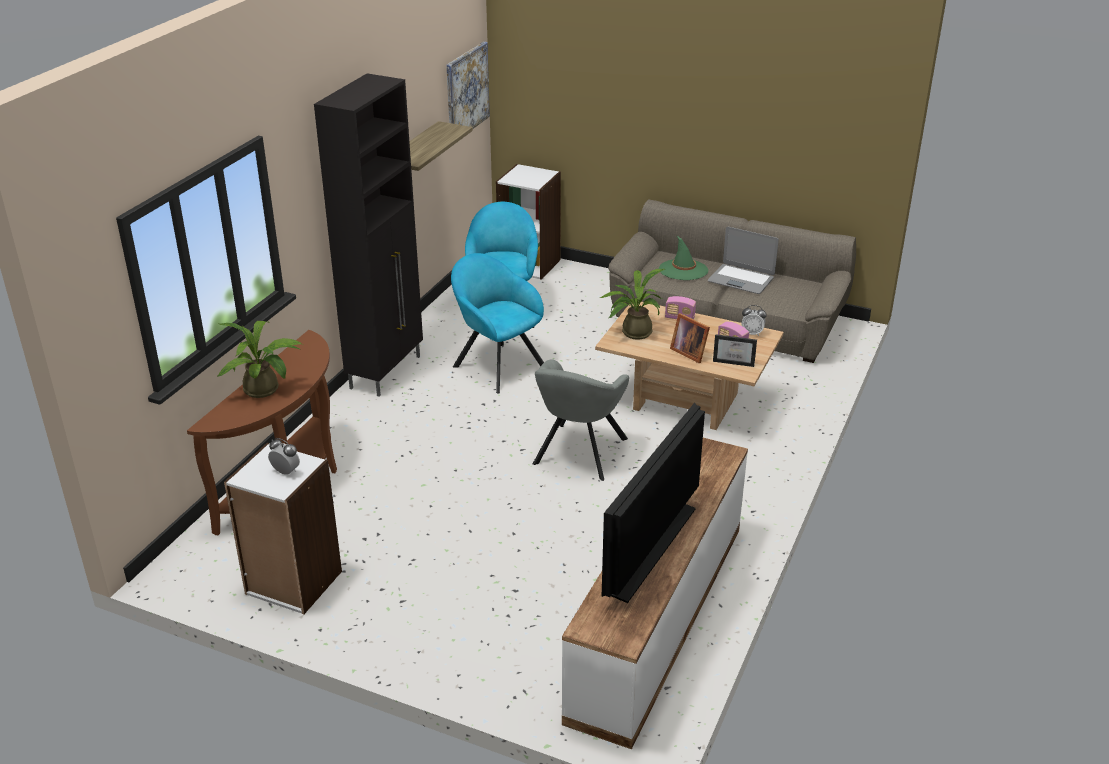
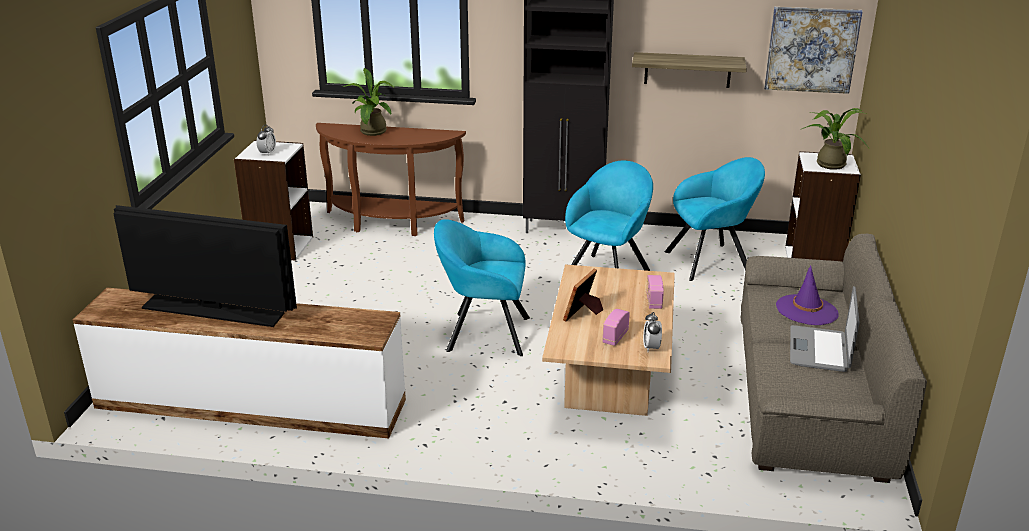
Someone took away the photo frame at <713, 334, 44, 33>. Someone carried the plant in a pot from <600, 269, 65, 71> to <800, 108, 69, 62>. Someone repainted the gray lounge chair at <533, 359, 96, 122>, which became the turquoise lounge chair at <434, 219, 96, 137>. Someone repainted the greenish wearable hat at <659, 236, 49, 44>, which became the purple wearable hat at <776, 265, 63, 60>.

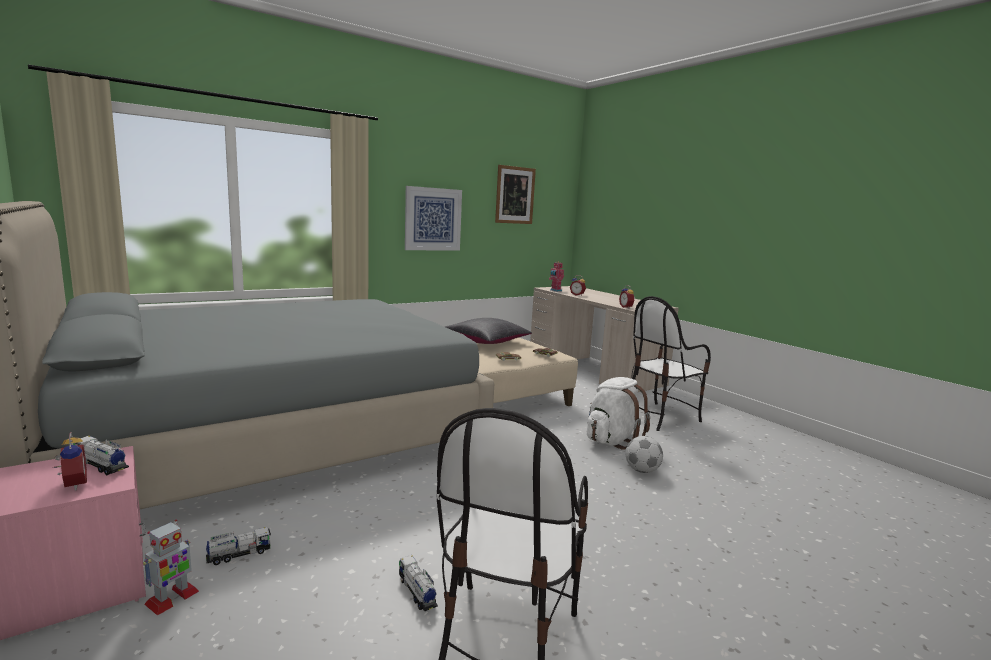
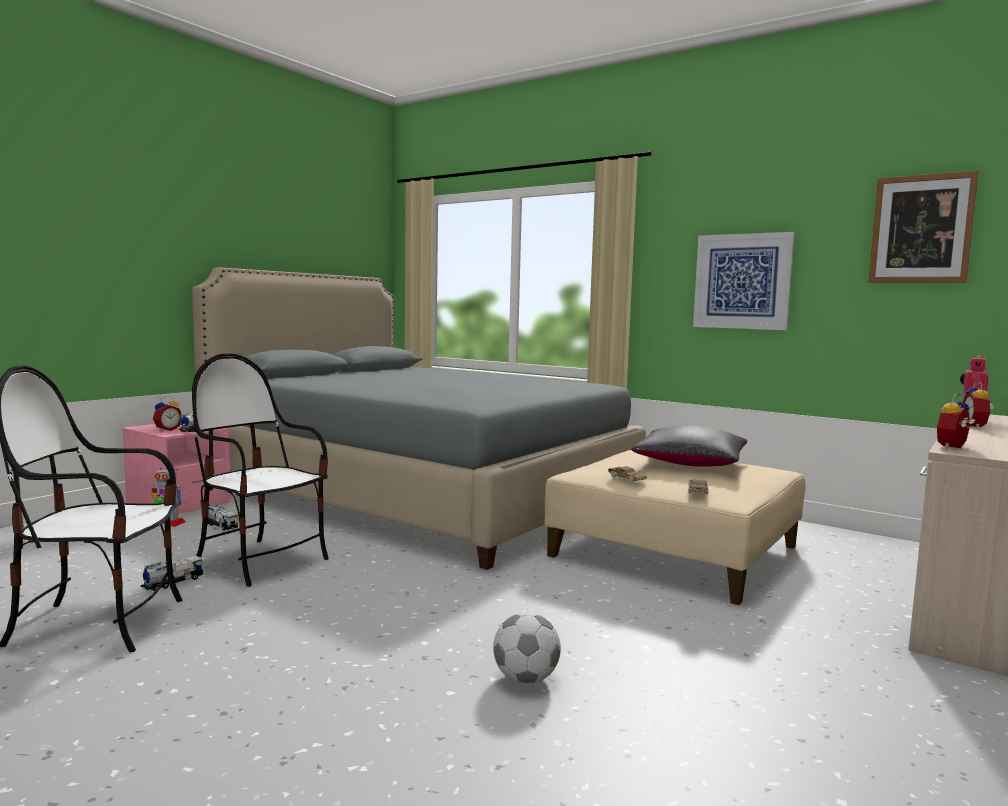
Someone took away the white backpack at <587, 377, 63, 73>. Someone carried the upright chair from <631, 296, 80, 135> to <192, 353, 137, 234>.

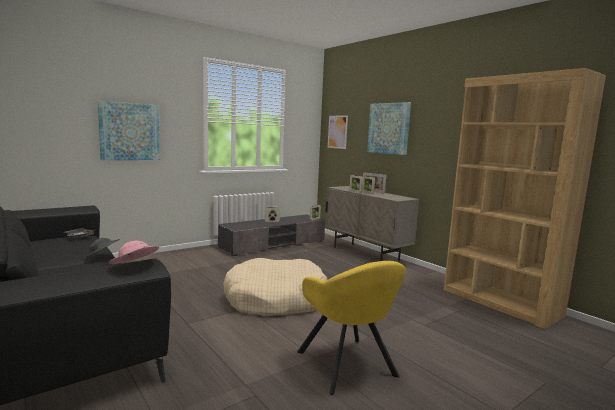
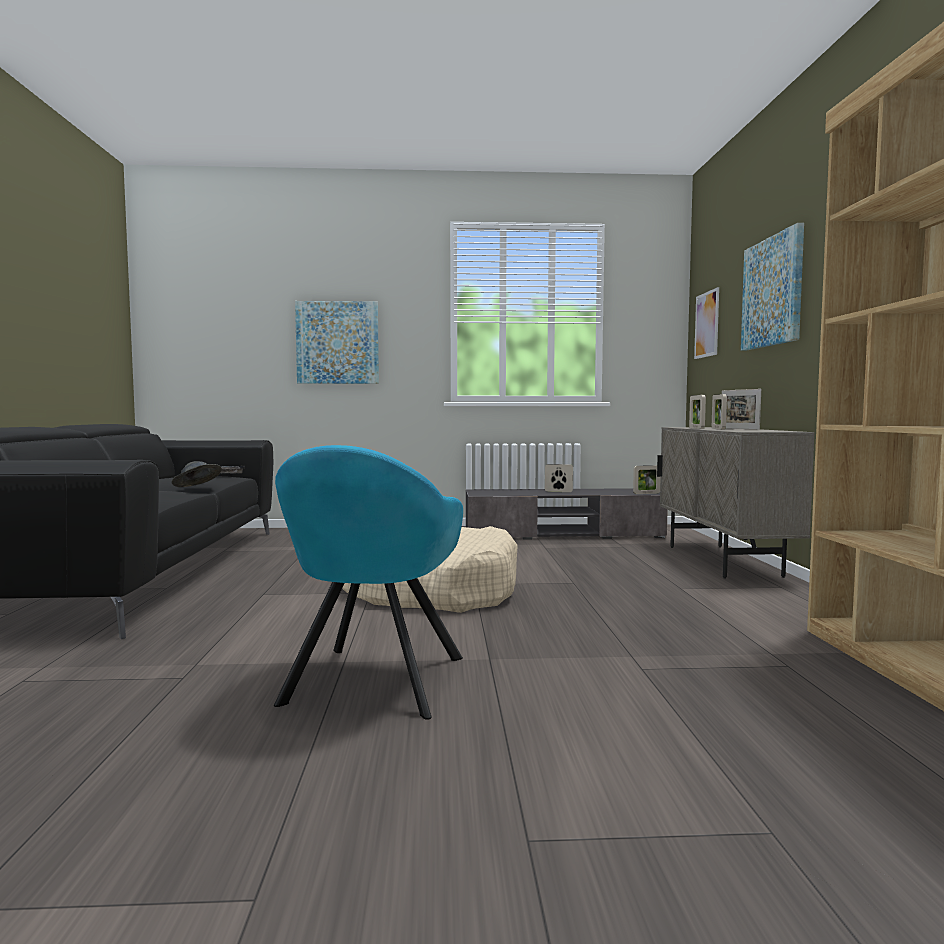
Someone took away the pinkish wearable hat at <109, 240, 50, 24>. Someone repainted the yellow lounge chair at <297, 261, 109, 134>, which became the turquoise lounge chair at <274, 445, 189, 275>.

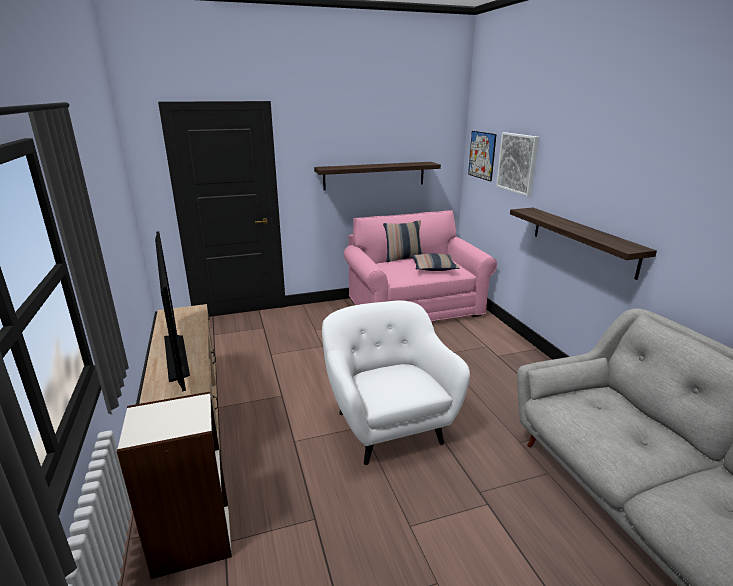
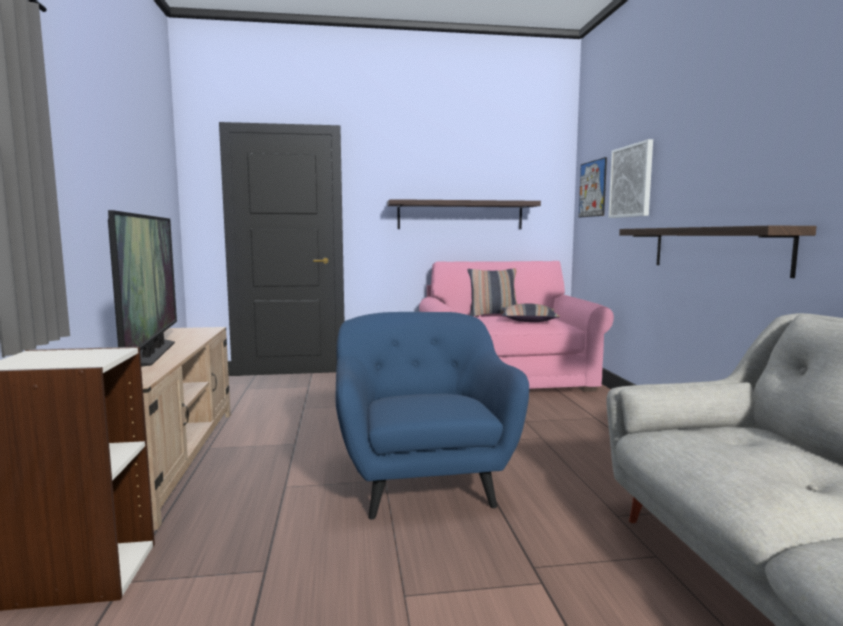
Someone repainted the white lounge chair at <322, 300, 148, 165>, which became the bluish lounge chair at <336, 312, 193, 207>.

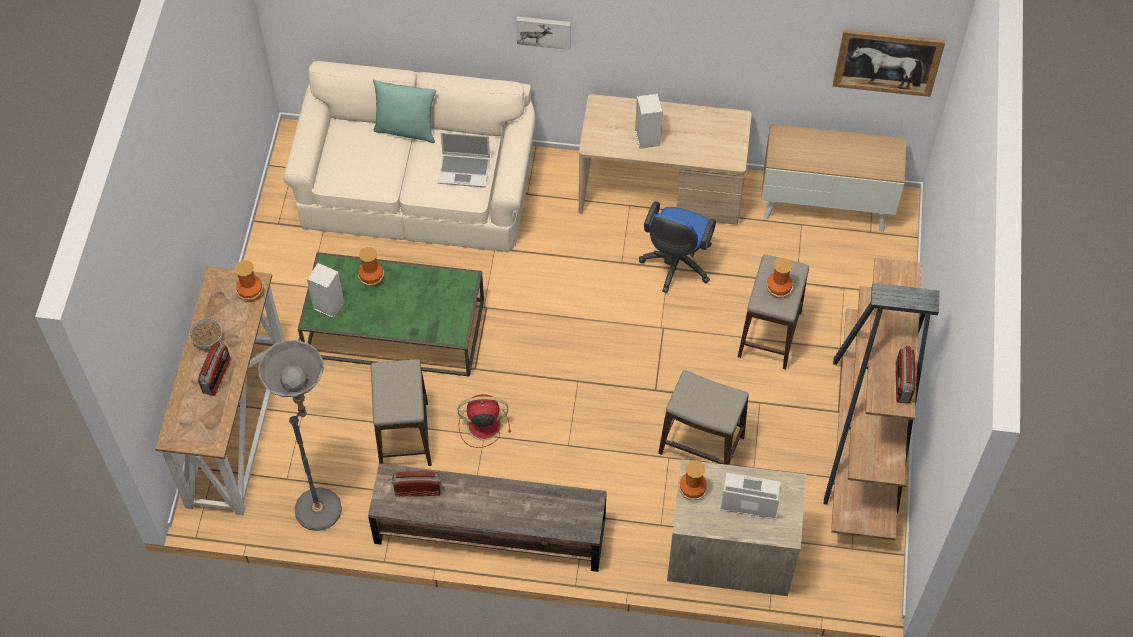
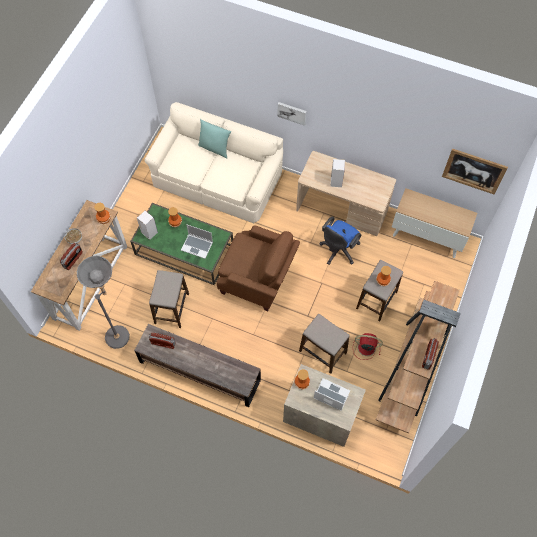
Someone put down the brown lounge chair at <217, 225, 83, 86>. Someone carried the laptop from <438, 132, 52, 56> to <181, 225, 32, 34>. Someone carried the red-coloured electric fan from <458, 394, 53, 54> to <353, 333, 30, 27>.

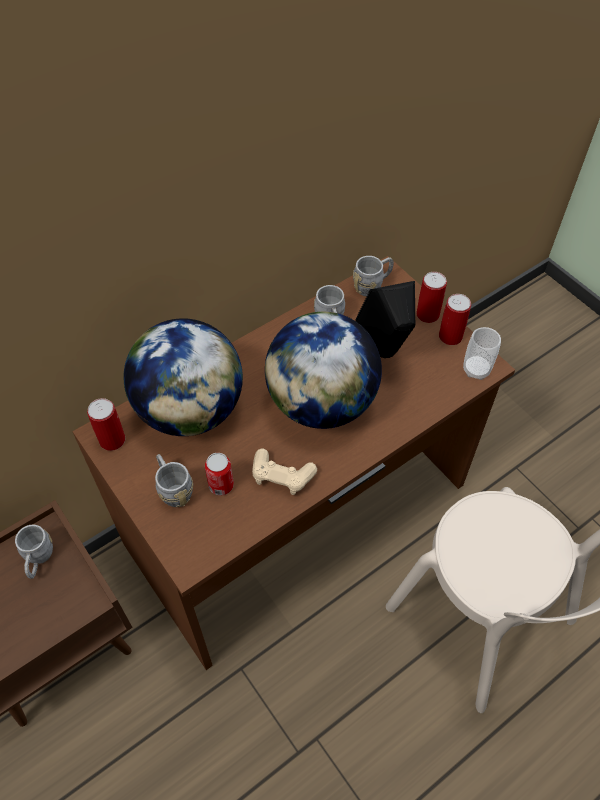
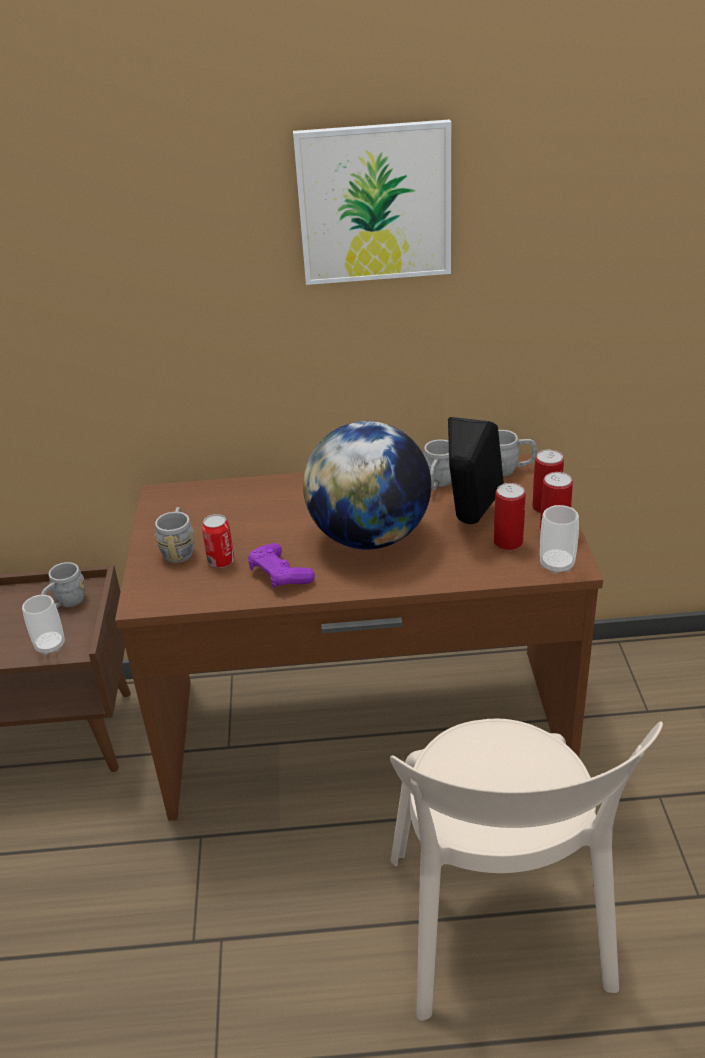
Someone took away the desk globe at <124, 318, 119, 118>. Someone put down the drinking cup at <22, 595, 43, 60>. Someone put up the wall picture at <293, 119, 158, 166>. Someone carried the can from <87, 398, 38, 53> to <494, 483, 31, 67>. Someone repainted the beige-coloured gamepad at <252, 449, 65, 46>, which became the purple gamepad at <248, 543, 67, 45>.

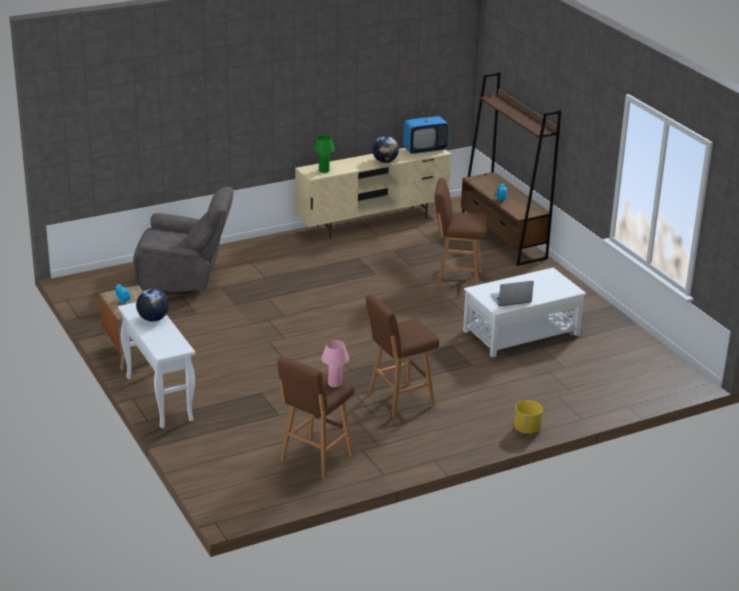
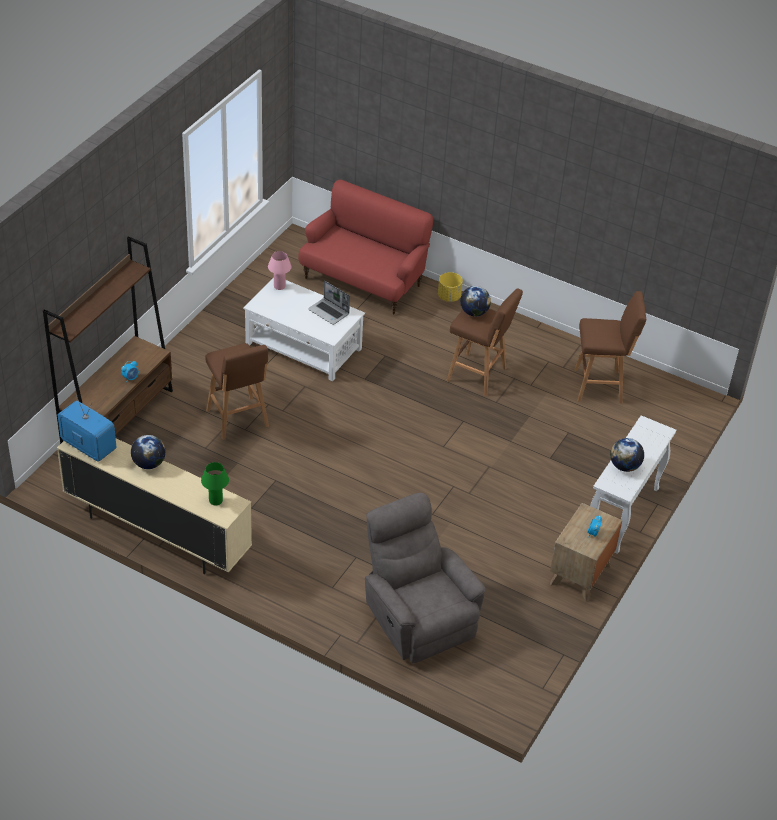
Someone put down the red-coloured settee at <298, 180, 135, 135>. Someone put down the desk globe at <460, 286, 31, 31>. Someone carried the pinkish lamp for a table from <321, 340, 28, 48> to <268, 251, 23, 39>.

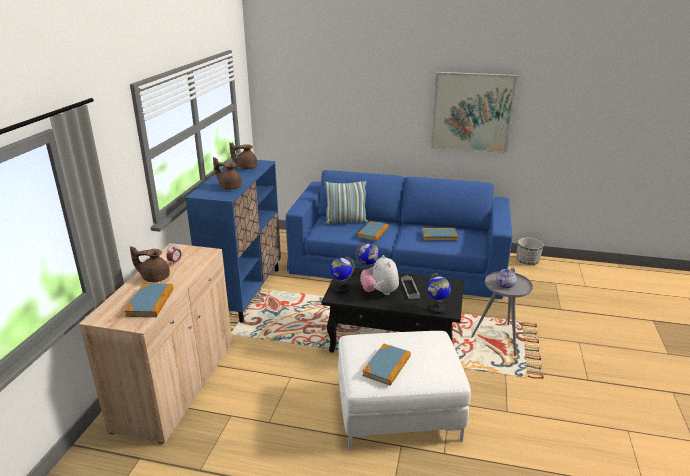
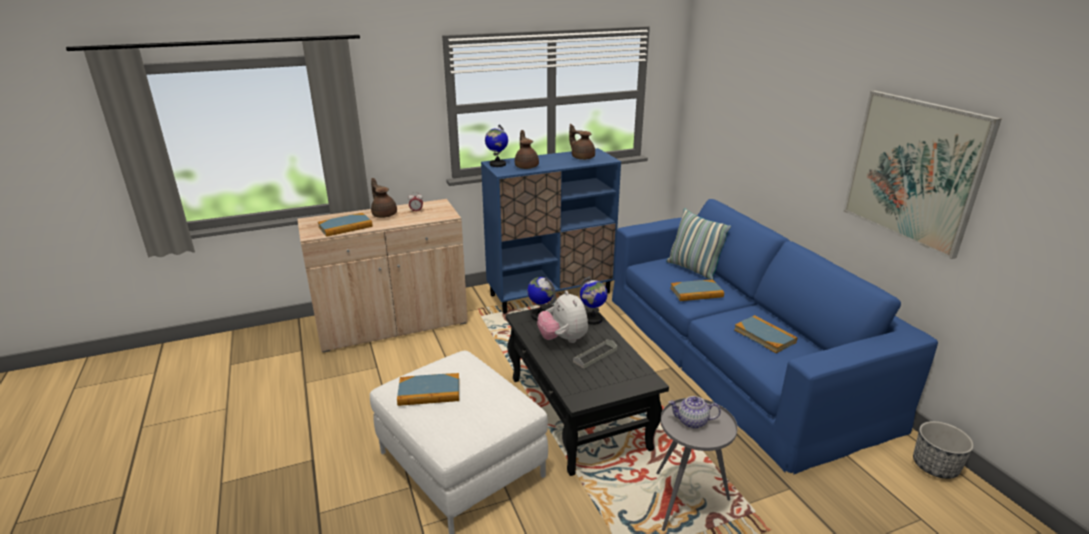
Someone carried the desk globe from <427, 273, 24, 41> to <485, 124, 23, 43>. Someone rotated the soft toy at <360, 255, 39, 40> by 60 degrees counterclockwise.

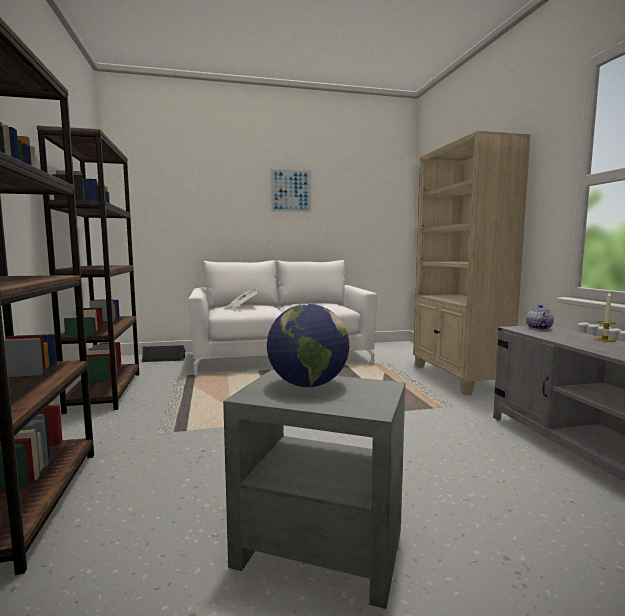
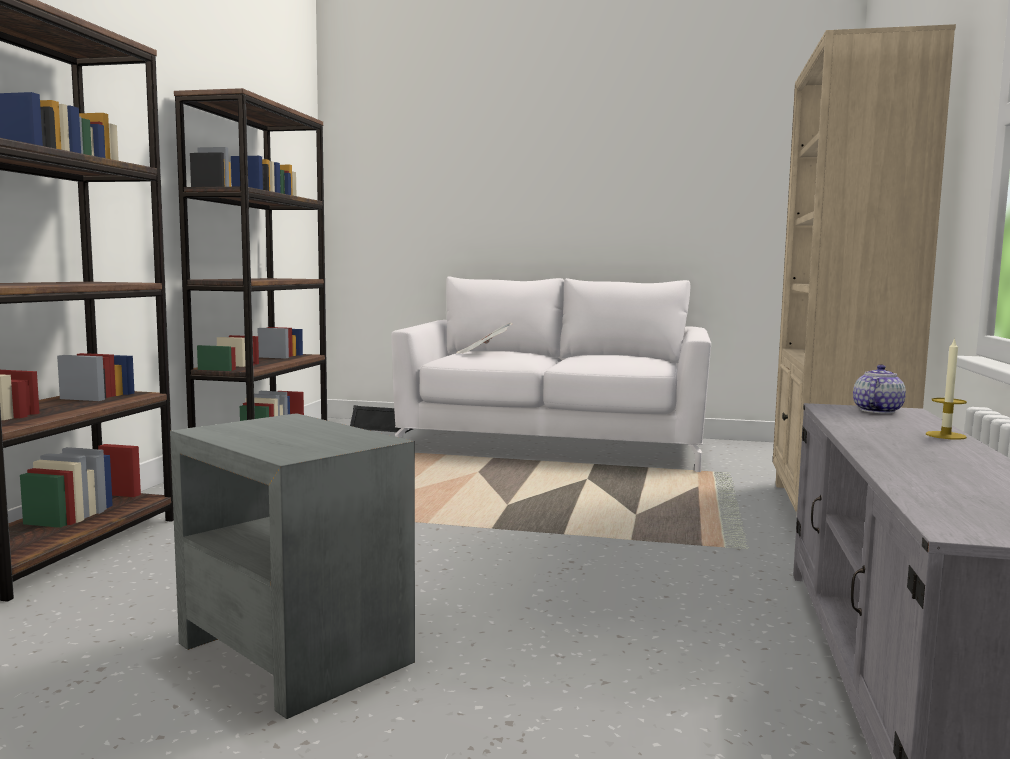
Someone took away the desk globe at <267, 304, 82, 83>. Someone took away the wall picture at <270, 169, 41, 44>.

